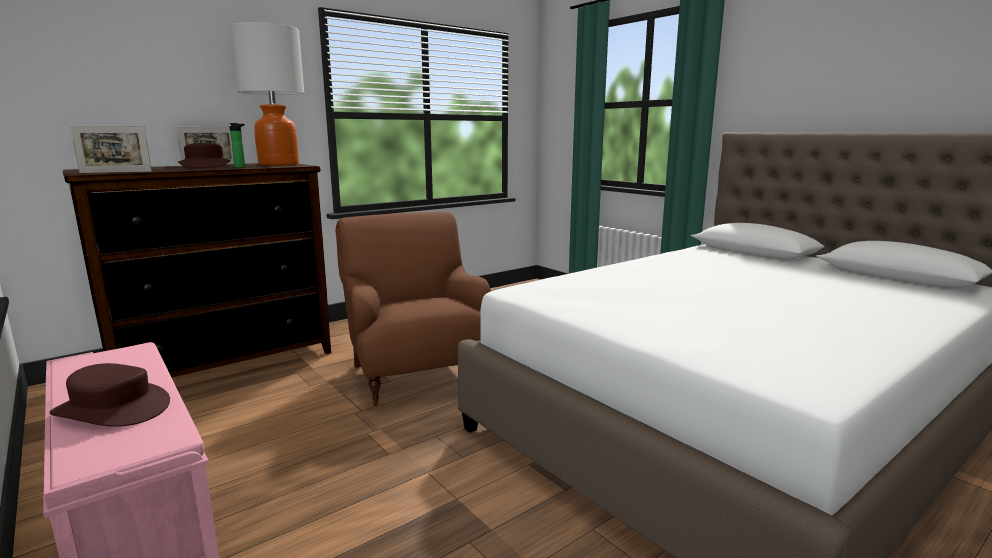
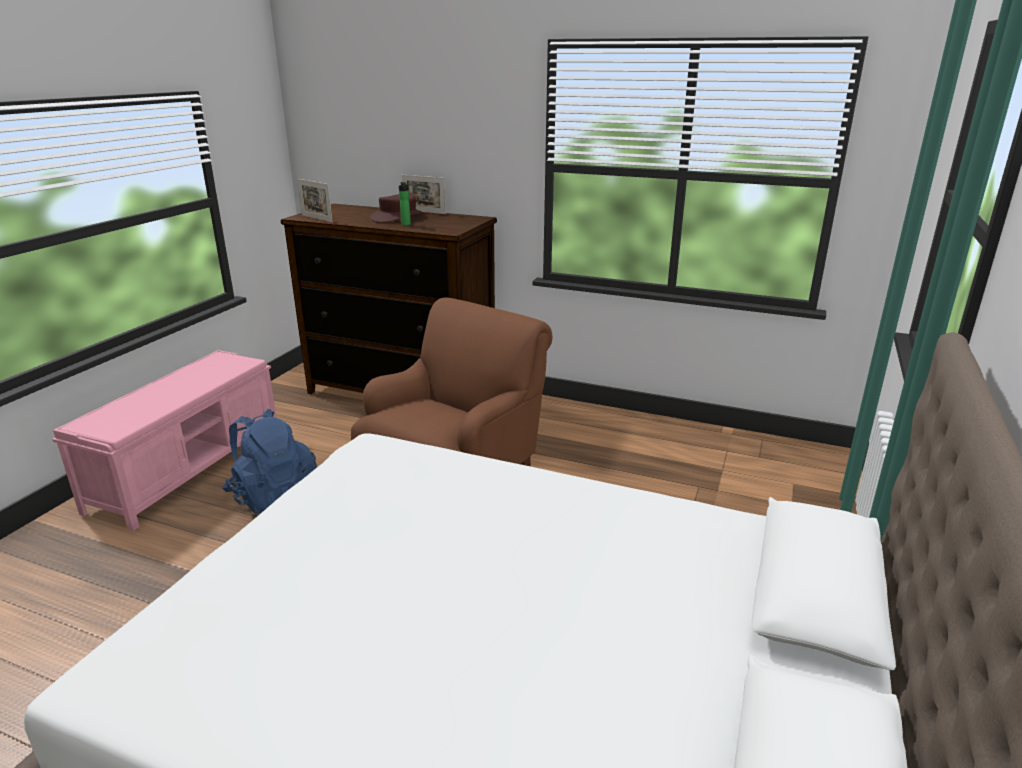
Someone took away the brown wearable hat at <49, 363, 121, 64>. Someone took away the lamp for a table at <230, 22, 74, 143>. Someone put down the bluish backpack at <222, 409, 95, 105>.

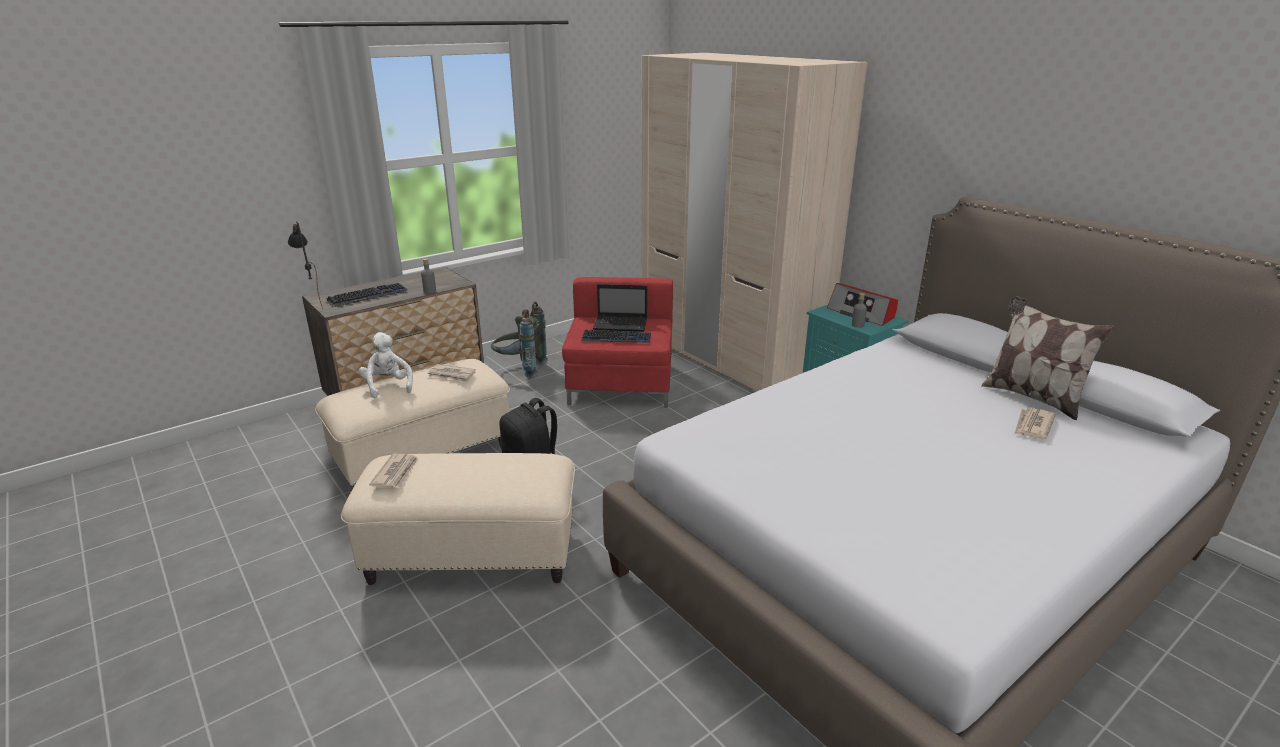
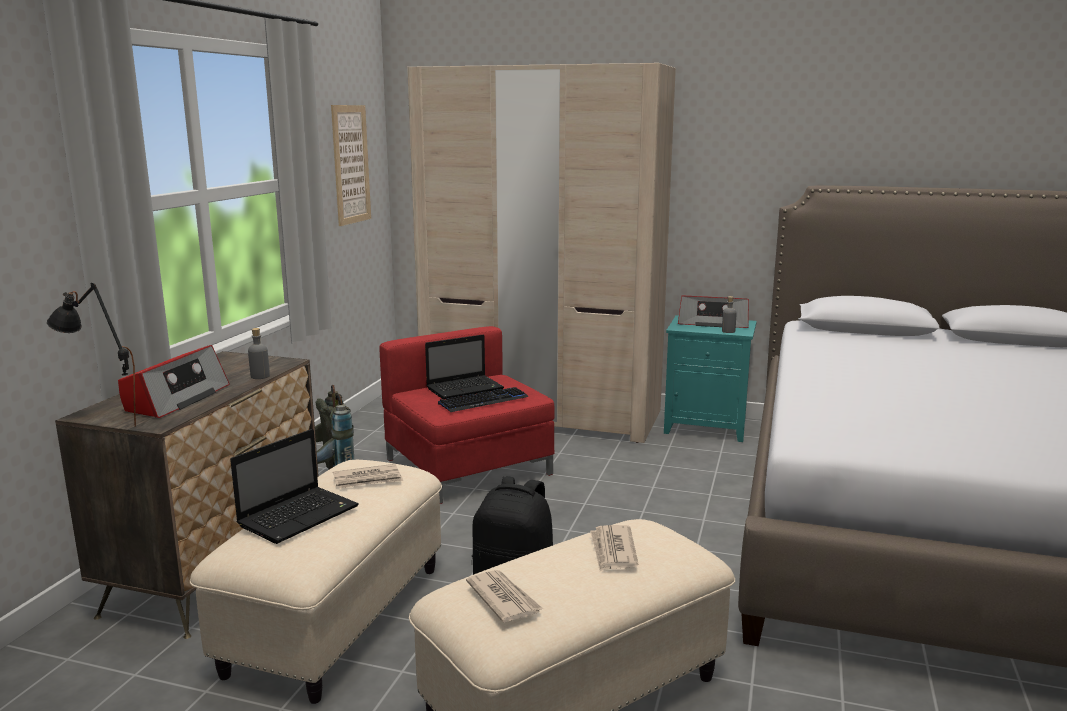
Someone took away the cushion at <981, 296, 133, 124>. Someone put up the wall picture at <331, 105, 40, 121>. Someone carried the newspaper from <1014, 407, 42, 32> to <590, 525, 49, 46>. Someone swapped the computer keyboard at <327, 283, 80, 24> for the radio receiver at <118, 345, 112, 73>. Someone swapped the white soft toy at <359, 332, 54, 66> for the laptop at <230, 429, 129, 115>.

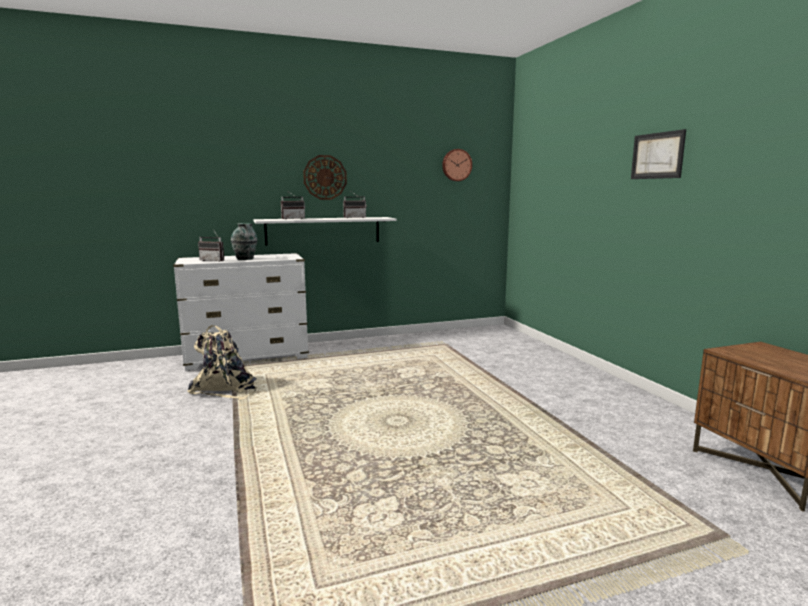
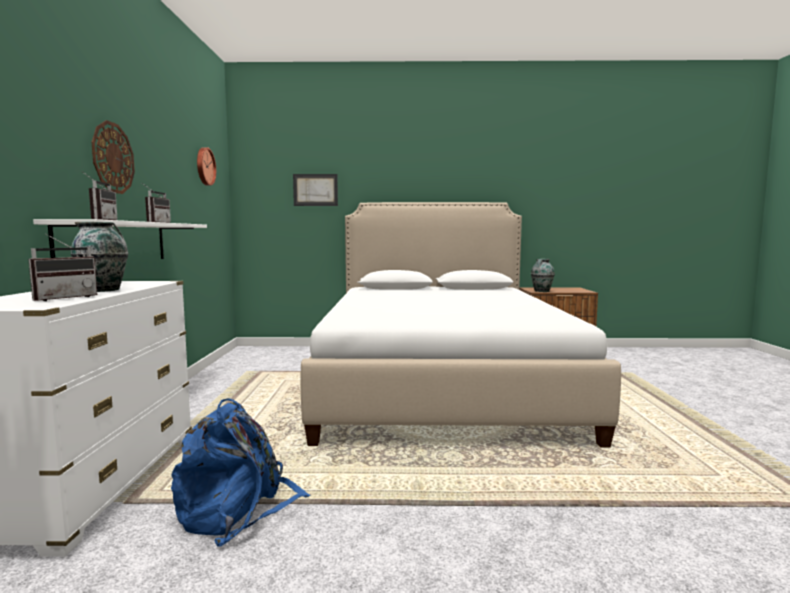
Someone put down the bedroom bed at <301, 202, 320, 246>. Someone put down the decorative vase at <531, 259, 24, 33>. Someone carried the wall picture from <631, 129, 55, 50> to <293, 174, 45, 32>. Someone repainted the beige-coloured backpack at <188, 325, 69, 75>, which became the bluish backpack at <171, 398, 139, 149>.

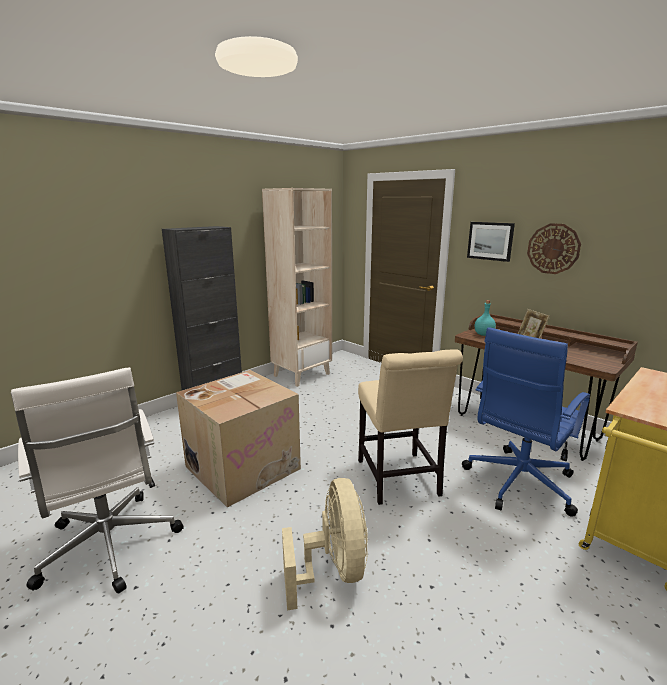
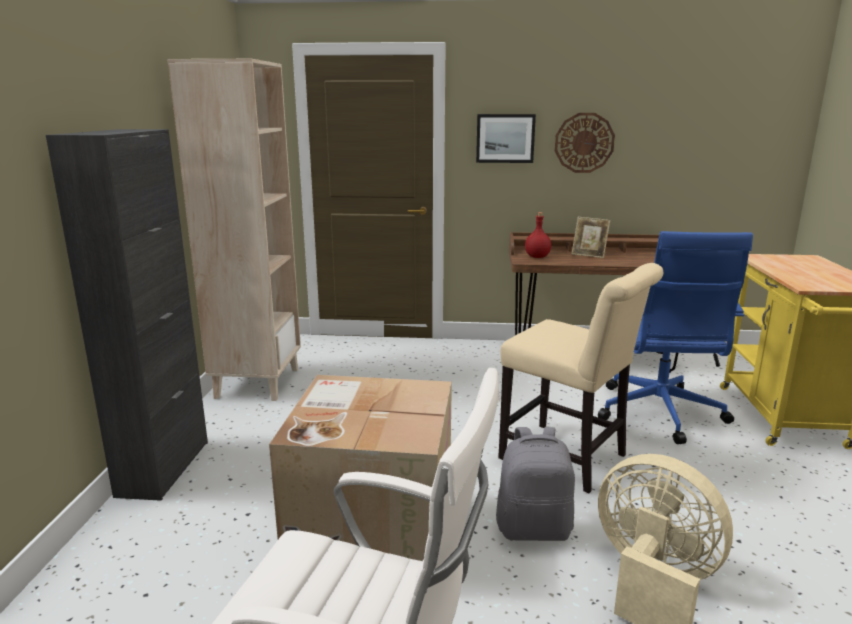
Someone put down the gray backpack at <496, 427, 79, 114>. Someone repainted the turquoise beverage bottle at <475, 300, 21, 36>, which became the red-coloured beverage bottle at <525, 212, 26, 46>.

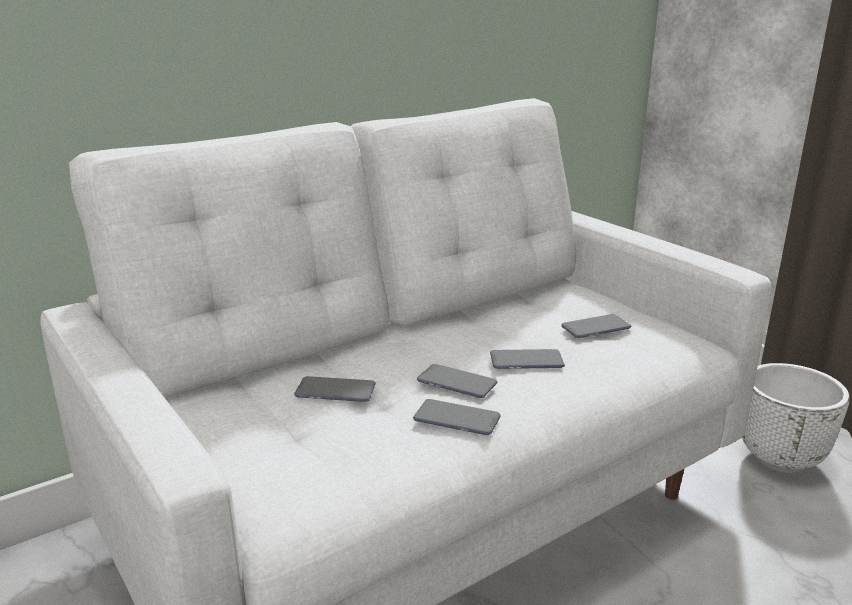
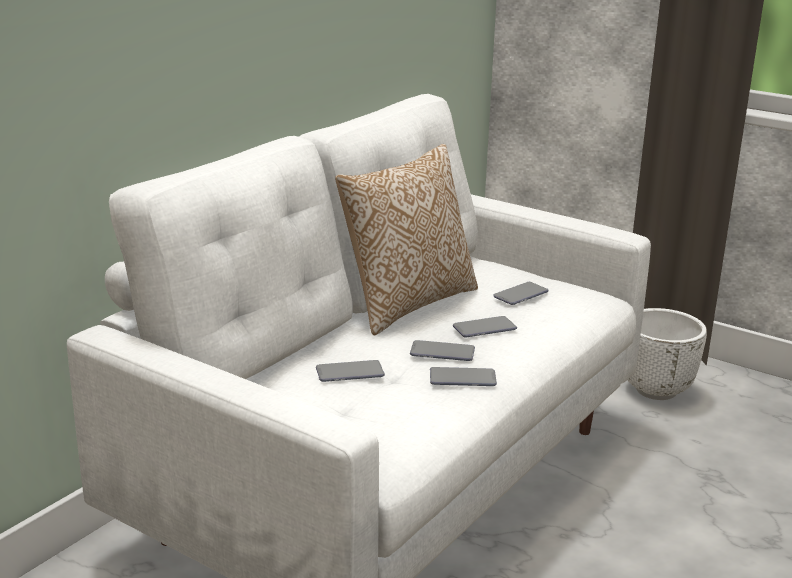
Someone put down the cushion at <335, 144, 143, 191>.

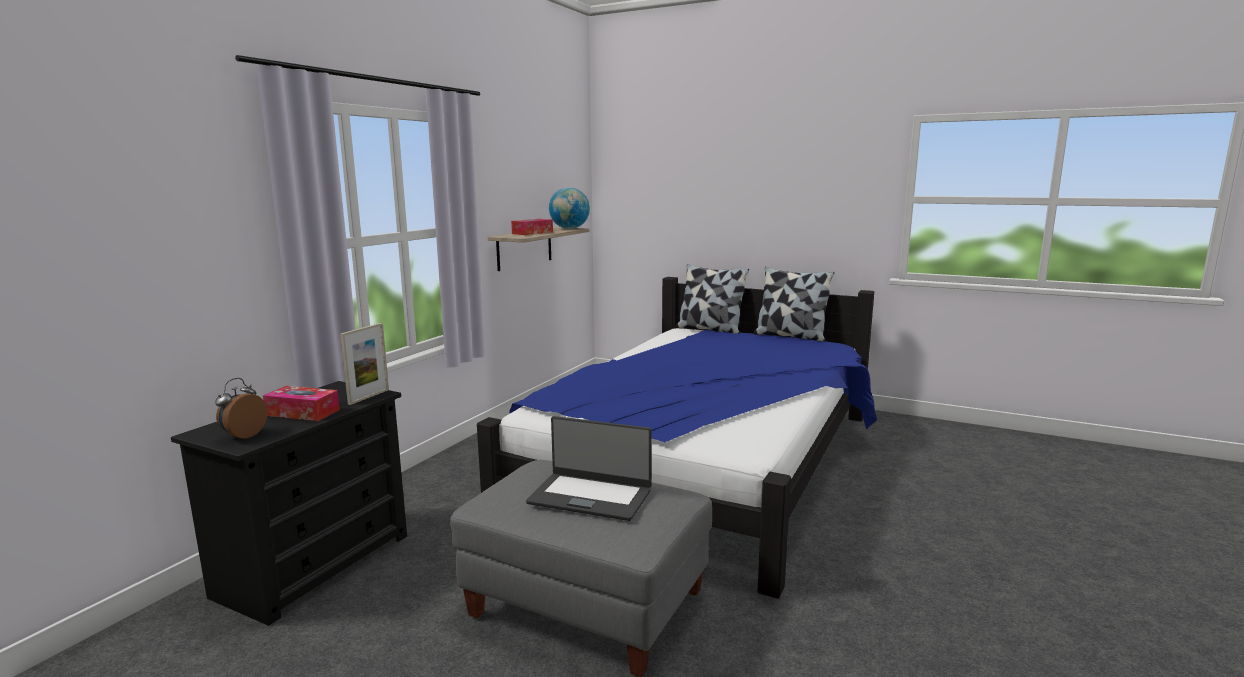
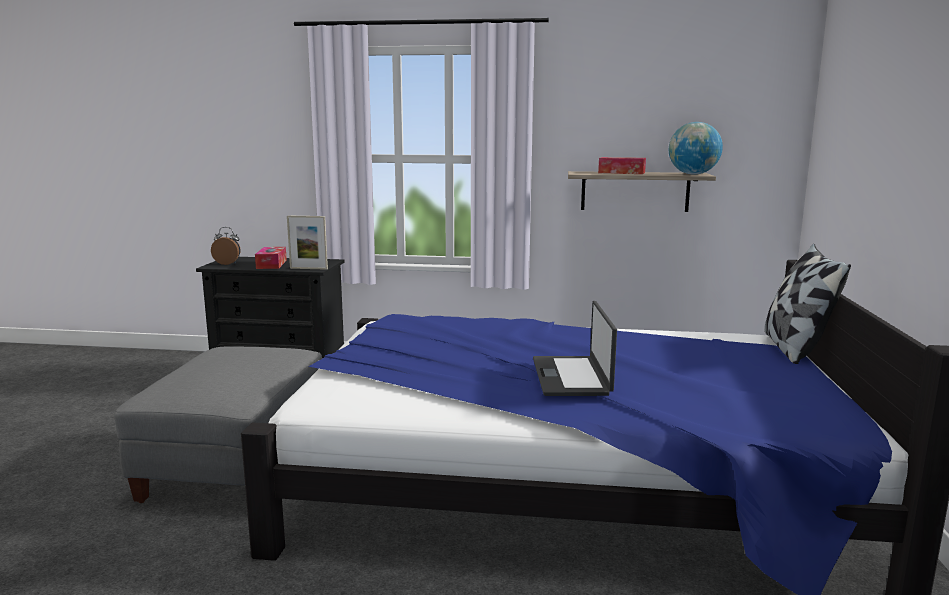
Someone took away the cushion at <754, 267, 80, 75>. Someone carried the laptop from <526, 416, 126, 105> to <533, 301, 84, 95>.

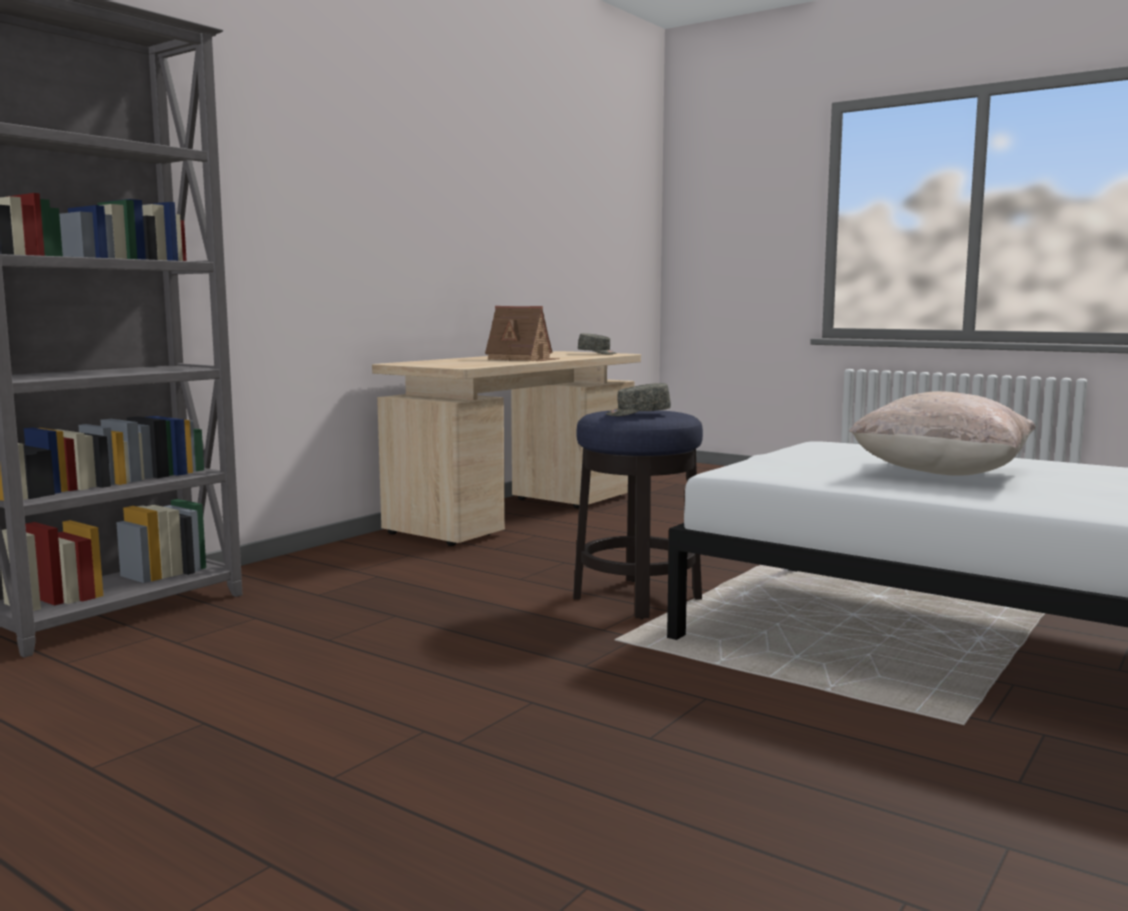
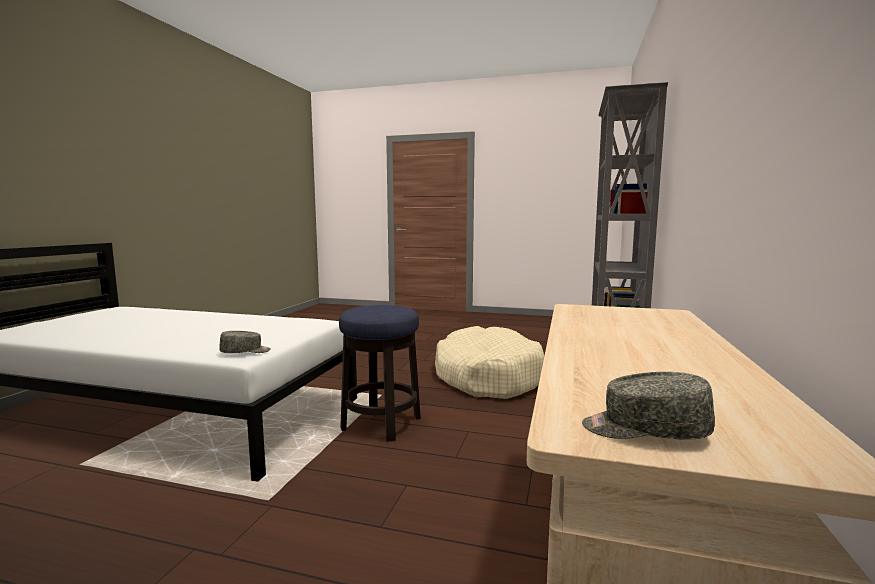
Someone took away the miniature house at <485, 306, 75, 55>. Someone took away the beige-coloured cushion at <849, 391, 187, 85>. Someone put down the beige-coloured dog bed at <435, 326, 109, 73>. Someone carried the gray baseball cap from <606, 383, 65, 33> to <219, 331, 52, 22>.

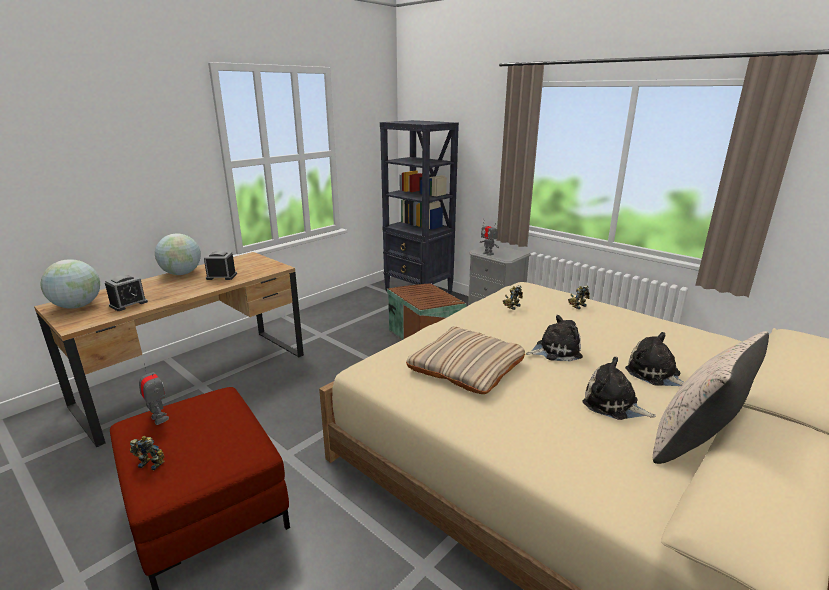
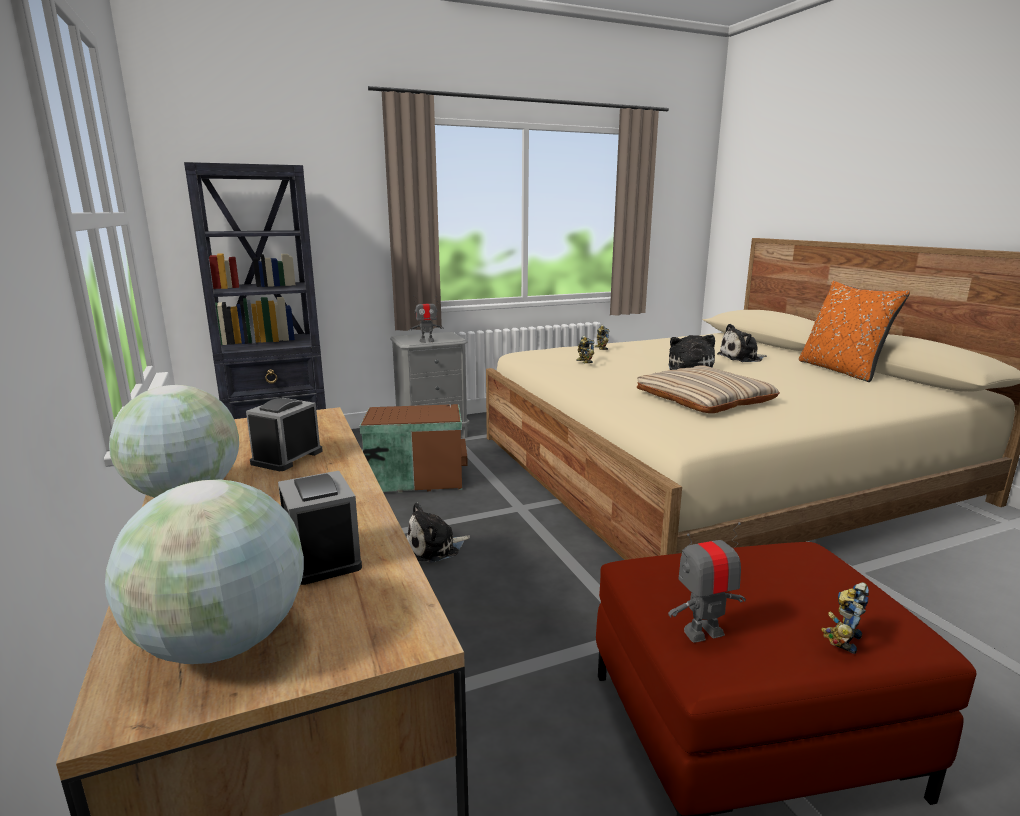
Someone carried the soft toy from <582, 357, 74, 63> to <407, 502, 63, 61>. Someone repainted the beige-coloured cushion at <653, 331, 116, 133>, which became the orangey cushion at <799, 281, 111, 101>.

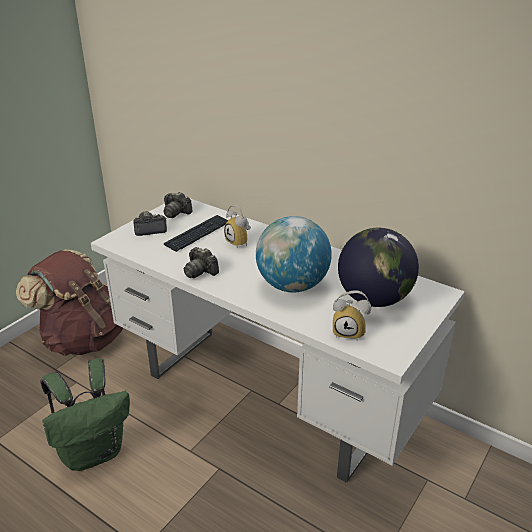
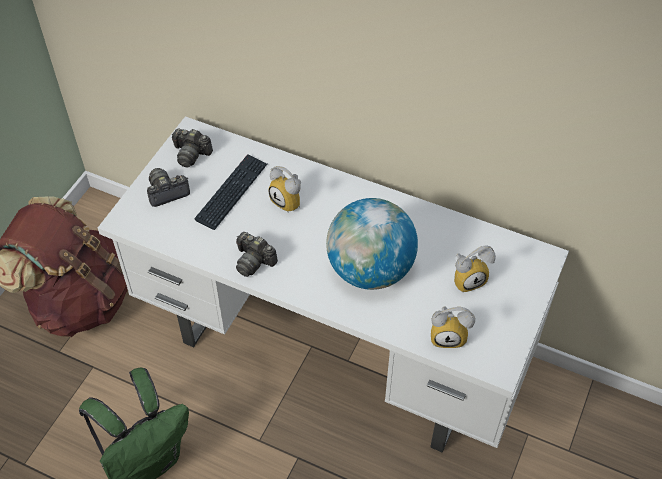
Someone swapped the desk globe at <338, 228, 81, 79> for the bedside clock at <454, 245, 42, 47>.

